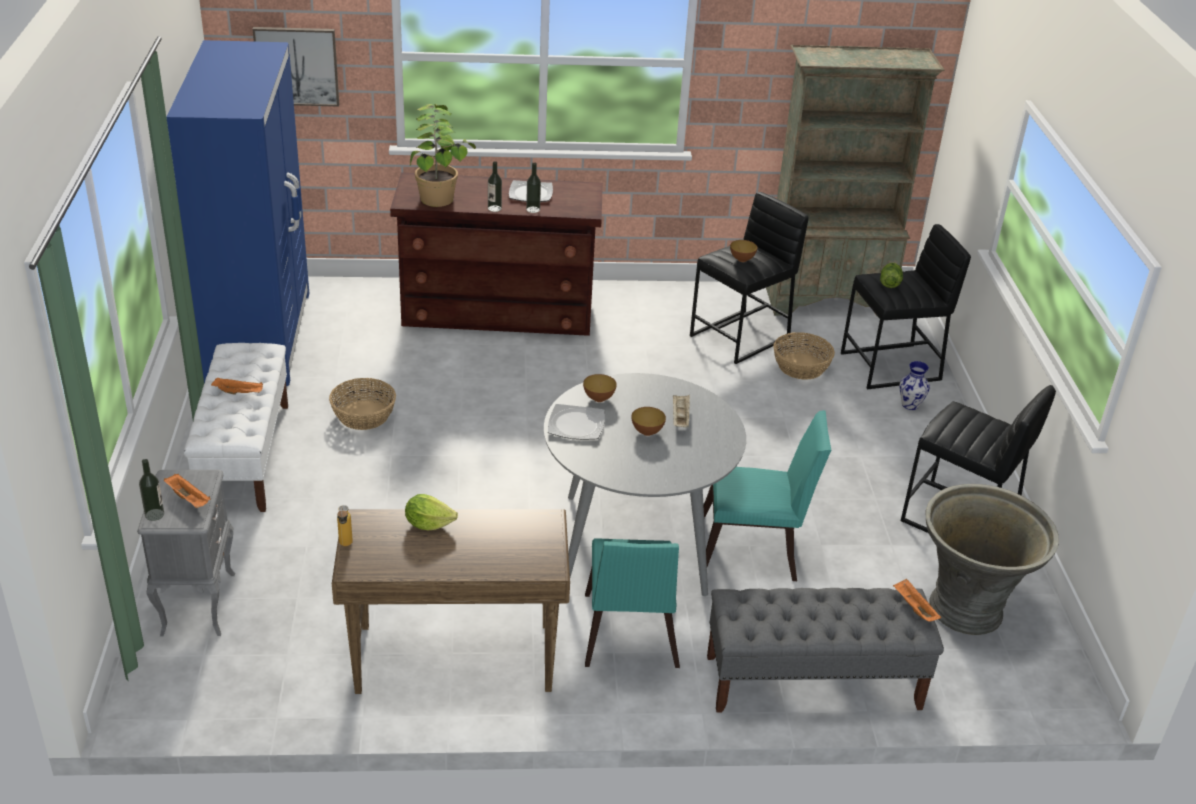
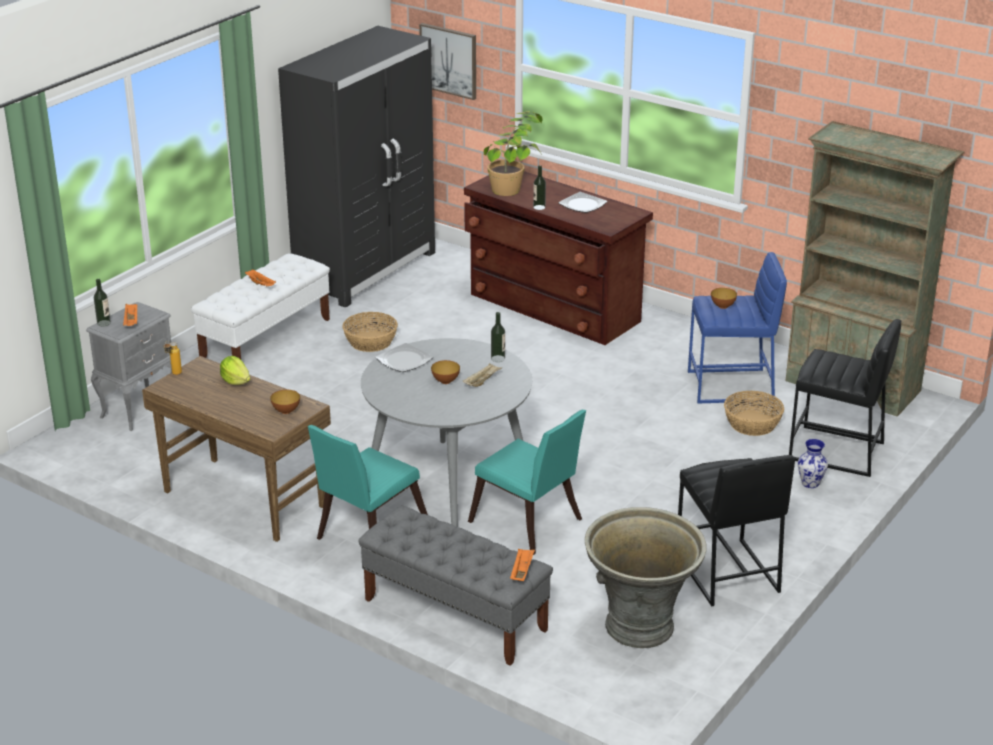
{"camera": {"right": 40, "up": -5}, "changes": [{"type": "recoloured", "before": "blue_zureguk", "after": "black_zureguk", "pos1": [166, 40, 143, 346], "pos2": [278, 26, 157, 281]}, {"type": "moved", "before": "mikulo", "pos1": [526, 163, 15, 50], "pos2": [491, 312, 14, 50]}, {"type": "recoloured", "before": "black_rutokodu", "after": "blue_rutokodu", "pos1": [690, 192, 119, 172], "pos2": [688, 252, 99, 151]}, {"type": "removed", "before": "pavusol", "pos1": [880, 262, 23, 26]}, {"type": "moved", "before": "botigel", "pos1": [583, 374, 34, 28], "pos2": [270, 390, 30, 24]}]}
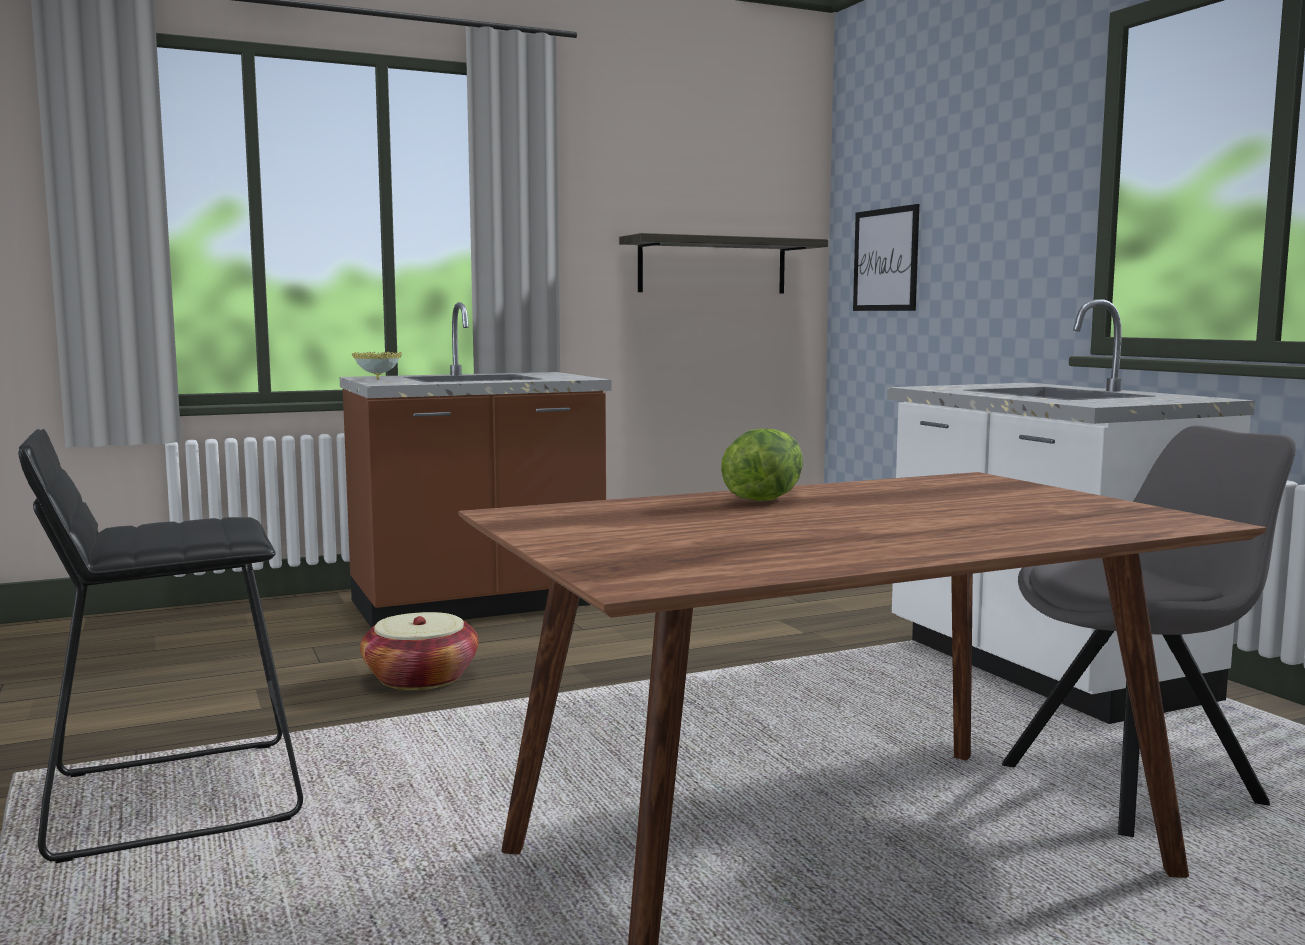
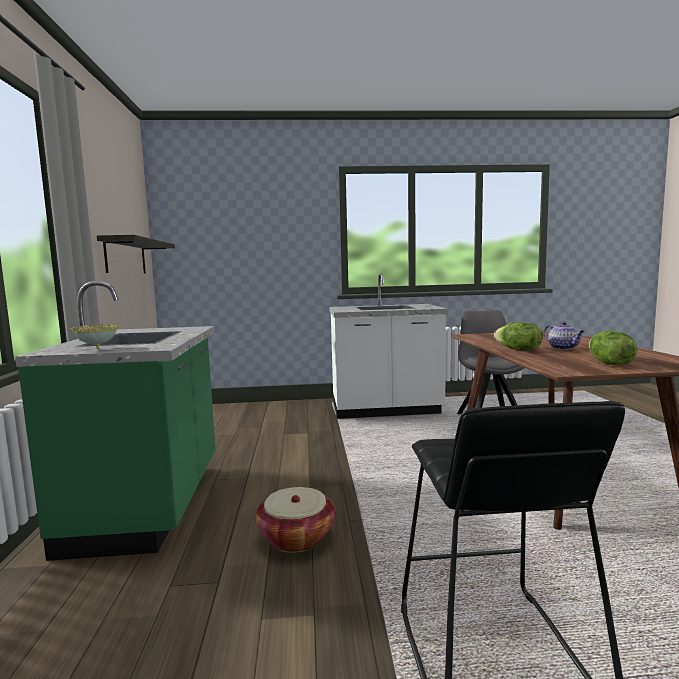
{"camera": {"right": -70, "up": 0}, "changes": [{"type": "removed", "before": "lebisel", "pos1": [853, 204, 66, 107]}, {"type": "recoloured", "before": "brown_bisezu", "after": "green_bisezu", "pos1": [340, 302, 272, 326], "pos2": [15, 281, 201, 280]}, {"type": "added", "after": "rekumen", "pos2": [544, 322, 41, 28]}, {"type": "added", "after": "pavusol", "pos2": [589, 331, 48, 34]}]}
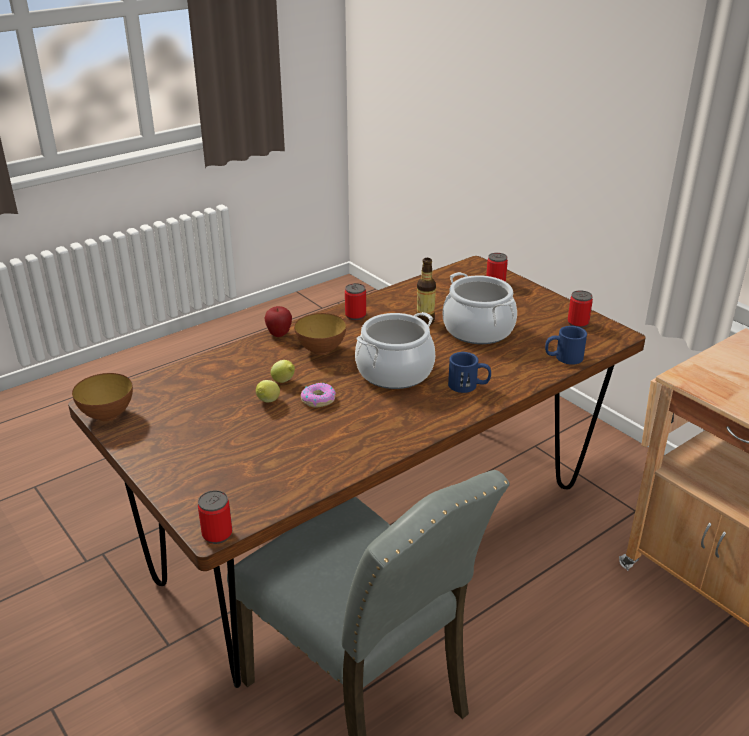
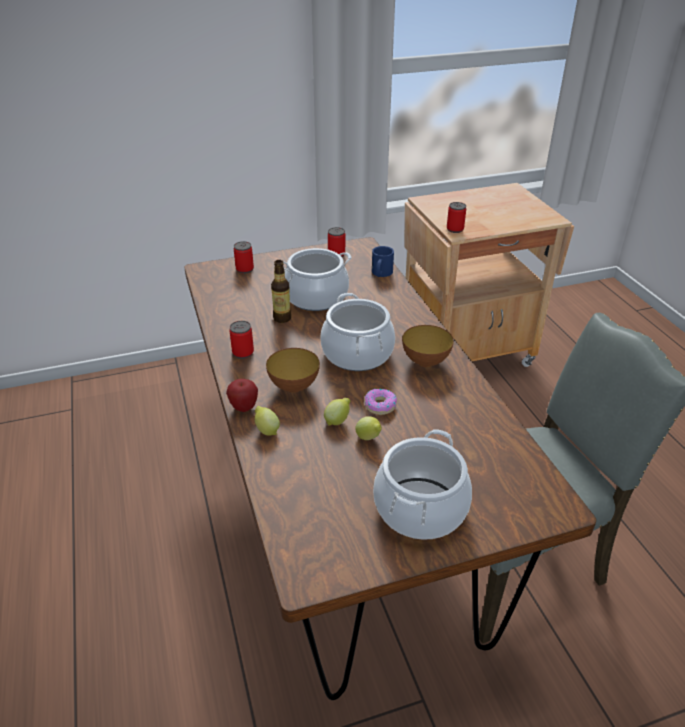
{"camera": {"right": -70, "up": 5}, "changes": [{"type": "removed", "before": "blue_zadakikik", "pos1": [448, 352, 43, 41]}, {"type": "moved", "before": "botigel", "pos1": [72, 373, 61, 48], "pos2": [402, 325, 52, 42]}, {"type": "moved", "before": "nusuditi", "pos1": [198, 490, 34, 54], "pos2": [447, 202, 19, 31]}, {"type": "added", "after": "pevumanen", "pos2": [255, 406, 25, 30]}, {"type": "added", "after": "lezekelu", "pos2": [373, 429, 99, 111]}]}
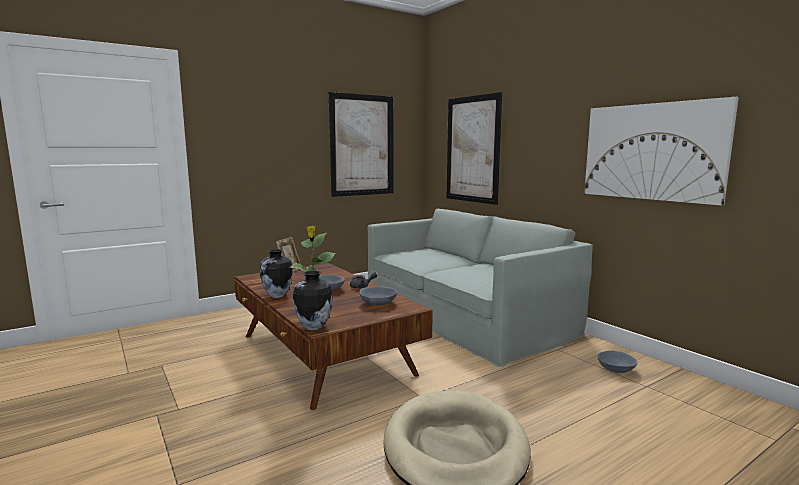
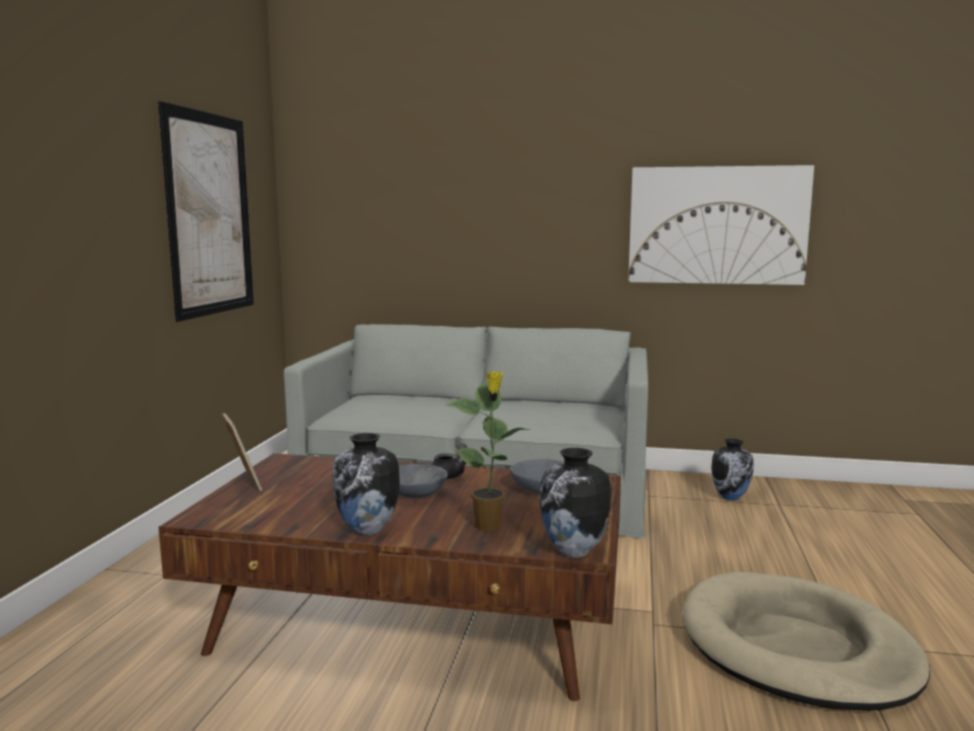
{"camera": {"right": -45, "up": 0}, "changes": [{"type": "removed", "before": "lebisel", "pos1": [446, 92, 56, 113]}, {"type": "replaced", "before": "grey_botigel", "after": "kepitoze", "pos1": [598, 351, 39, 22], "pos2": [711, 438, 43, 63]}]}
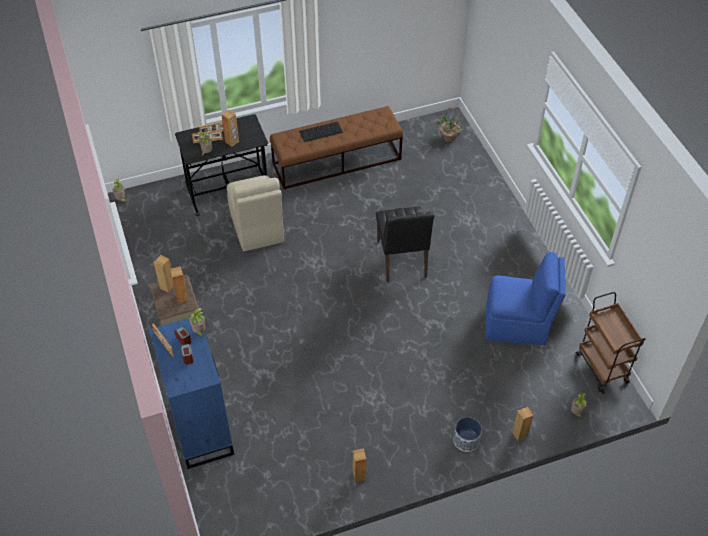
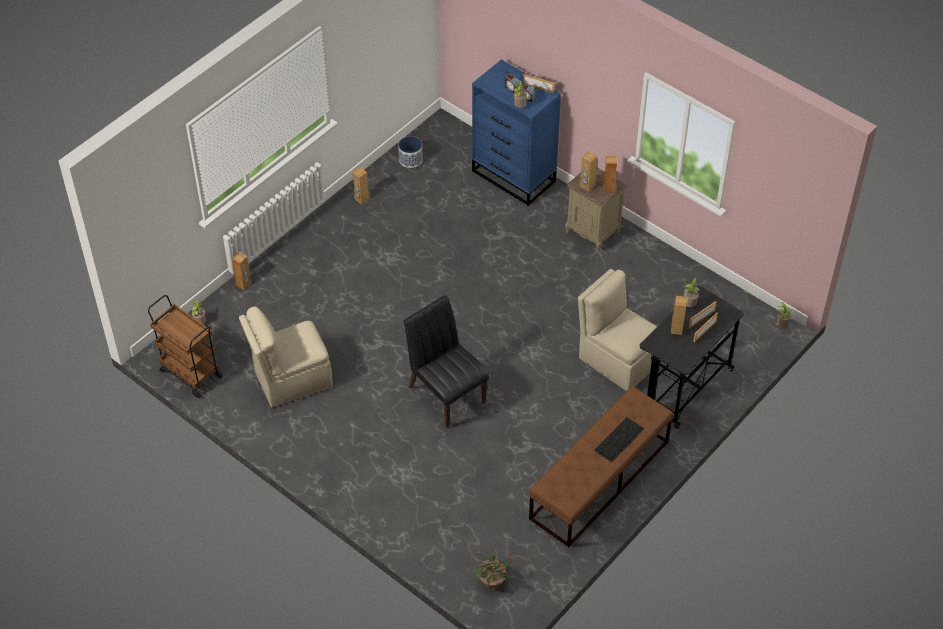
{"camera": {"right": 150, "up": 0}, "changes": [{"type": "recoloured", "before": "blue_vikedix", "after": "beige_vikedix", "pos1": [485, 252, 81, 93], "pos2": [239, 307, 93, 101]}, {"type": "moved", "before": "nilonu", "pos1": [453, 417, 29, 35], "pos2": [398, 136, 25, 32]}]}
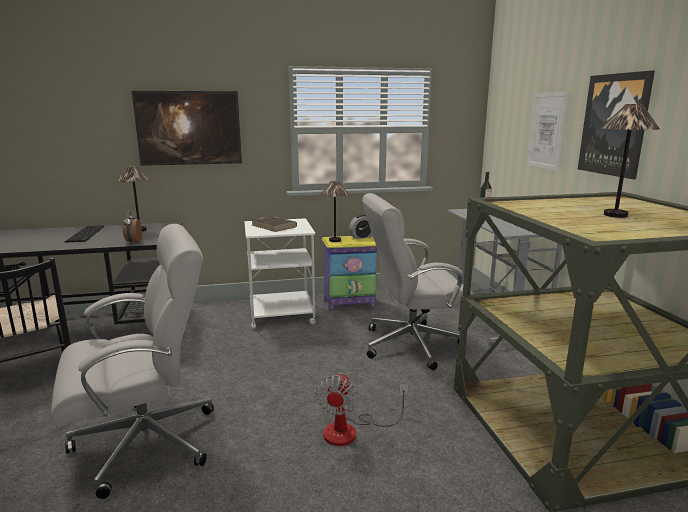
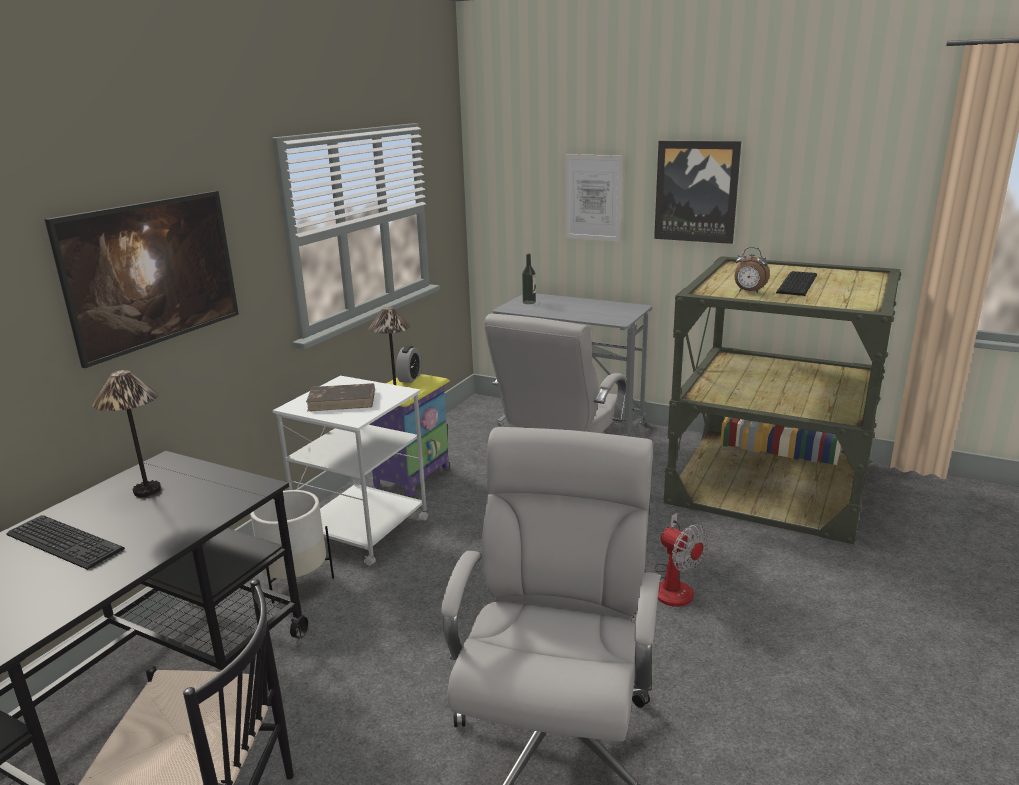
{"camera": {"right": -50, "up": 5}, "changes": [{"type": "replaced", "before": "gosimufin", "after": "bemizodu", "pos1": [602, 104, 58, 114], "pos2": [776, 271, 41, 25]}, {"type": "moved", "before": "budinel", "pos1": [123, 211, 19, 33], "pos2": [735, 247, 35, 46]}, {"type": "added", "after": "white_nilonu", "pos2": [250, 490, 84, 113]}]}
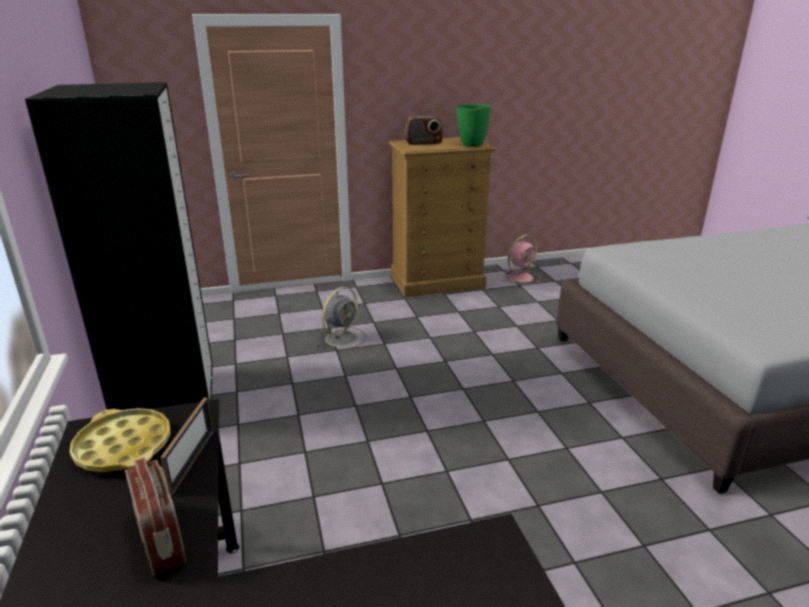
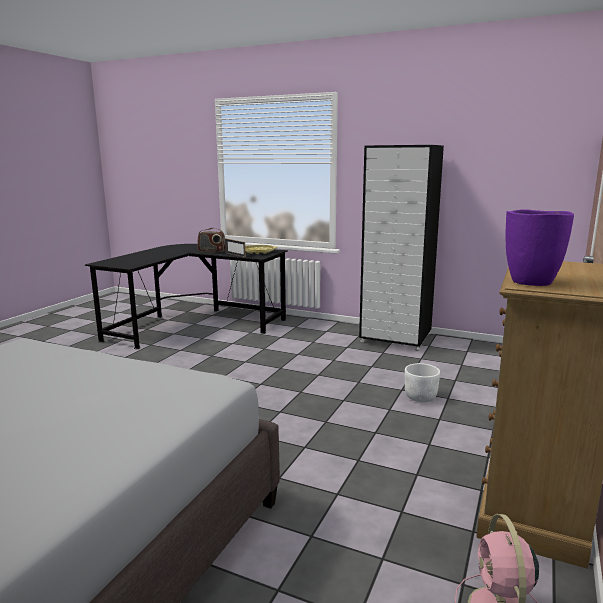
{"camera": {"right": 130, "up": -10}, "changes": [{"type": "recoloured", "before": "green_kepitoze", "after": "purple_kepitoze", "pos1": [457, 104, 33, 43], "pos2": [506, 209, 68, 77]}, {"type": "removed", "before": "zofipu", "pos1": [405, 111, 38, 34]}, {"type": "replaced", "before": "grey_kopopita", "after": "white_nilonu", "pos1": [317, 287, 49, 63], "pos2": [405, 363, 35, 39]}]}
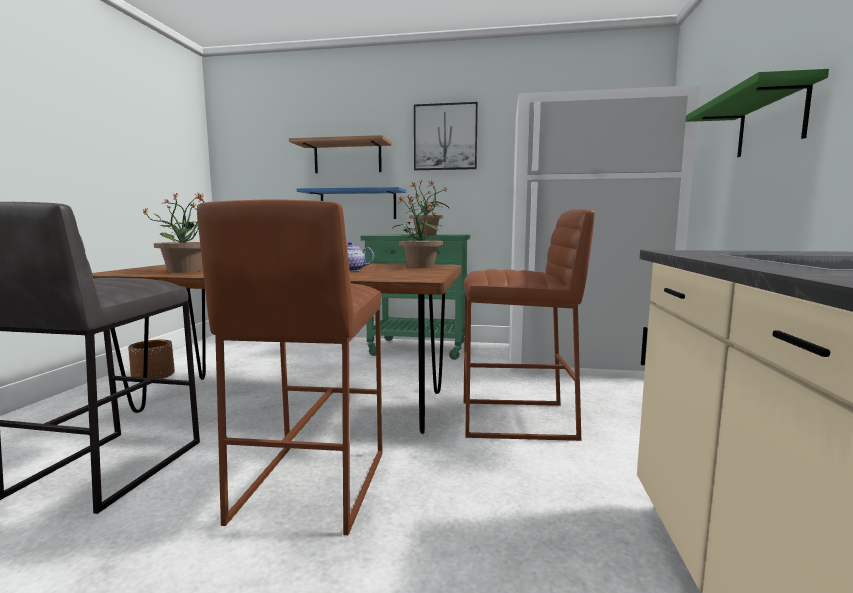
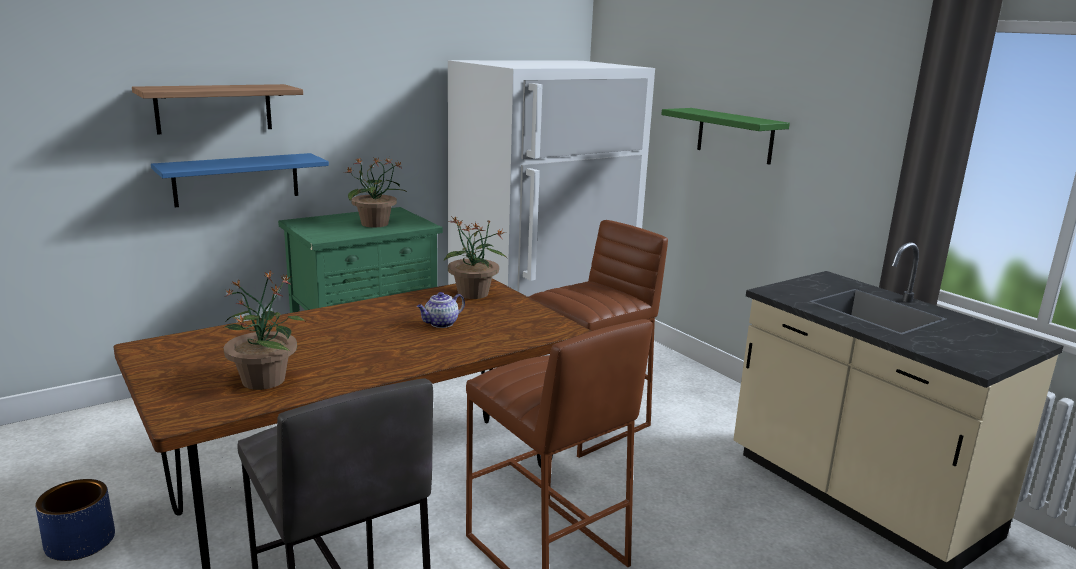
{"camera": {"right": -45, "up": 10}, "changes": [{"type": "removed", "before": "lebisel", "pos1": [414, 102, 64, 68]}, {"type": "recoloured", "before": "brown_nilonu", "after": "blue_nilonu", "pos1": [128, 340, 47, 39], "pos2": [35, 479, 80, 82]}]}
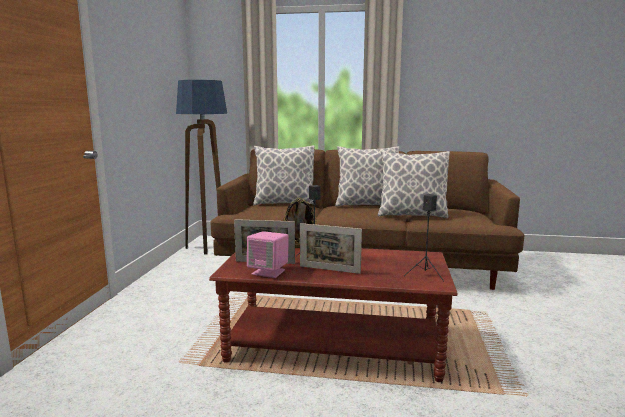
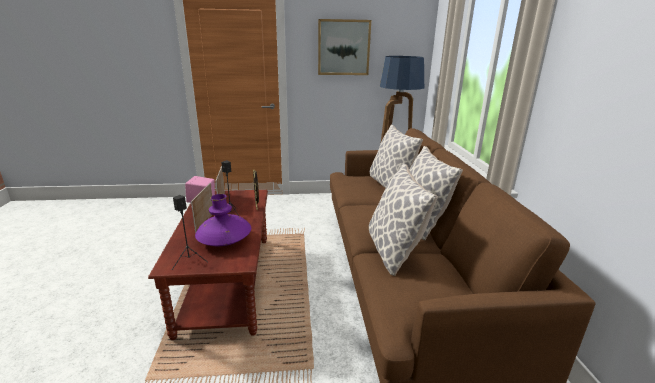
{"camera": {"right": 75, "up": 10}, "changes": [{"type": "added", "after": "lebisel", "pos2": [318, 19, 53, 56]}, {"type": "added", "after": "purple_kepitoze", "pos2": [195, 194, 56, 52]}]}
